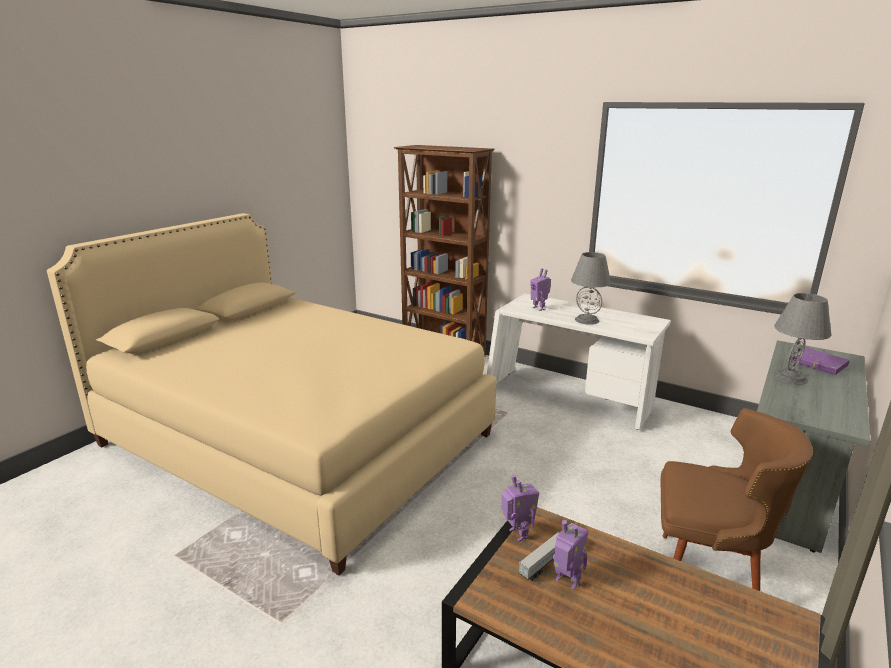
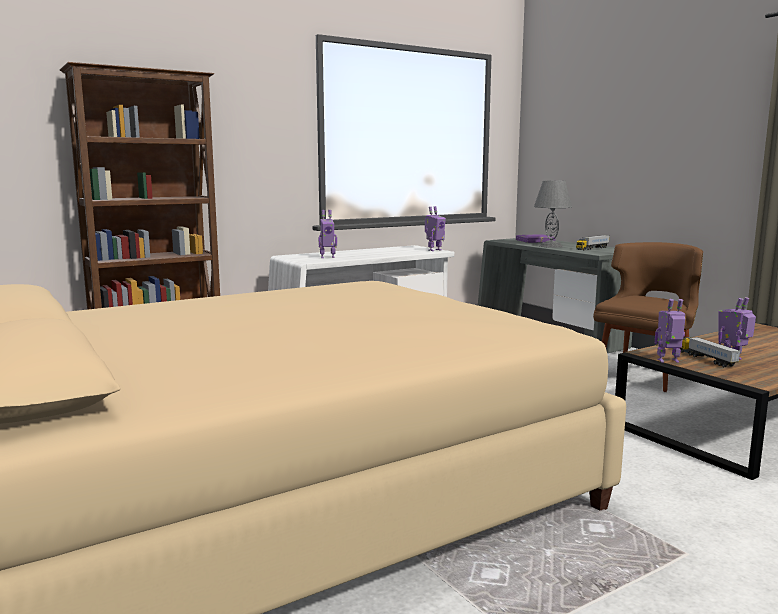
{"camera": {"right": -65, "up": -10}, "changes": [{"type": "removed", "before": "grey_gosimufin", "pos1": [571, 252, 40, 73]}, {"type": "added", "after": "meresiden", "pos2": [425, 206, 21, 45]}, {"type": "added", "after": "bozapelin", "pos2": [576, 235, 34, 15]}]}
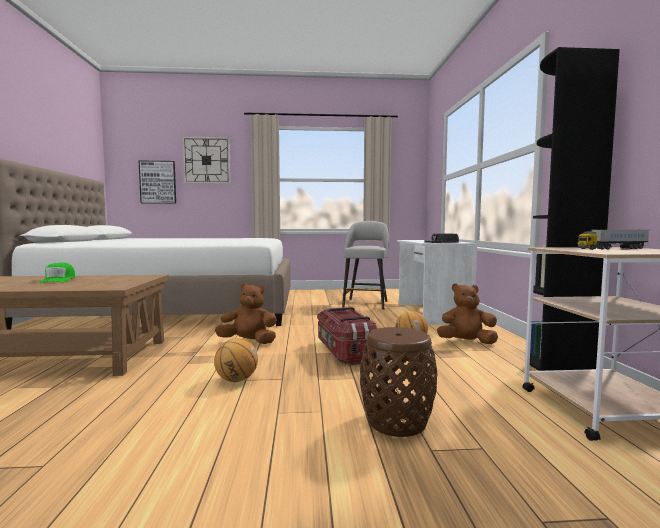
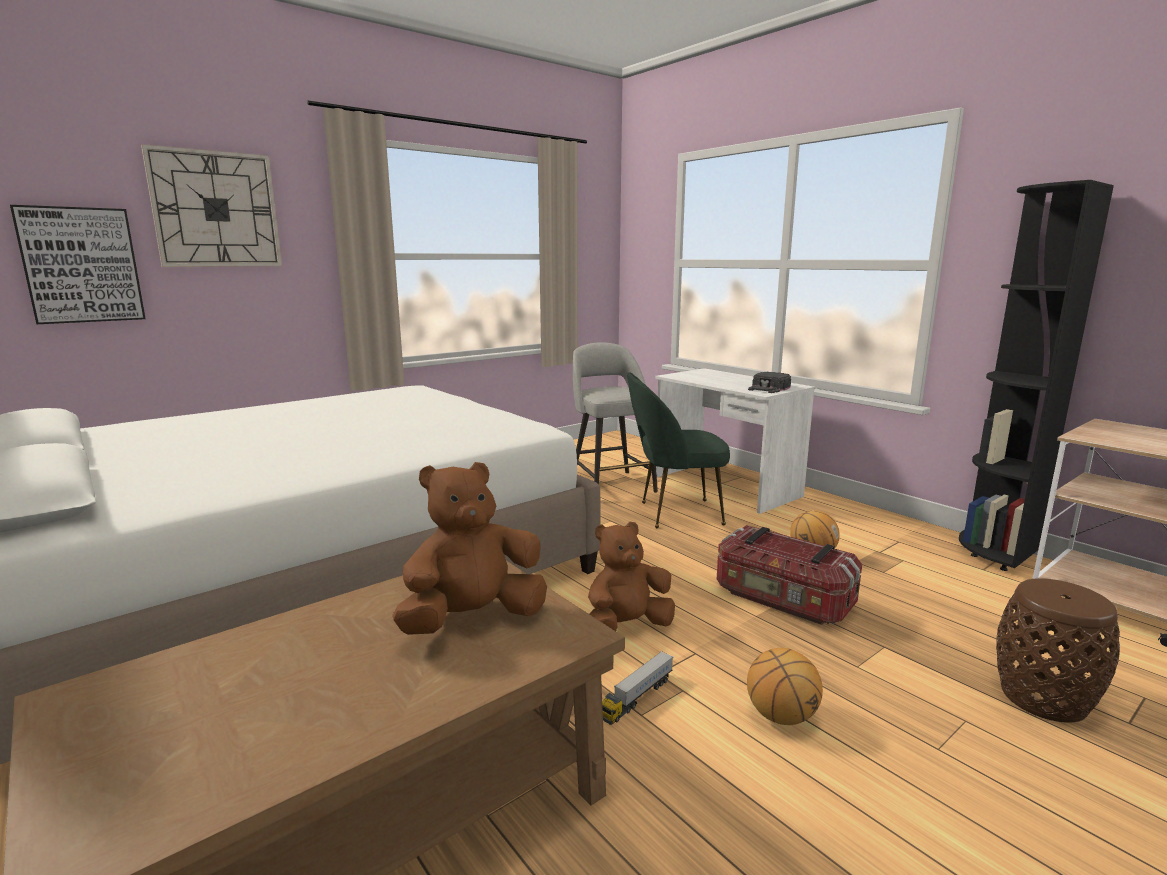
{"camera": {"right": -35, "up": 10}, "changes": [{"type": "moved", "before": "bozapelin", "pos1": [577, 229, 73, 21], "pos2": [602, 651, 71, 74]}, {"type": "removed", "before": "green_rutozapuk", "pos1": [39, 263, 36, 20]}, {"type": "moved", "before": "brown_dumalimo", "pos1": [437, 283, 61, 61], "pos2": [392, 462, 155, 173]}, {"type": "added", "after": "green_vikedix", "pos2": [627, 372, 103, 156]}]}
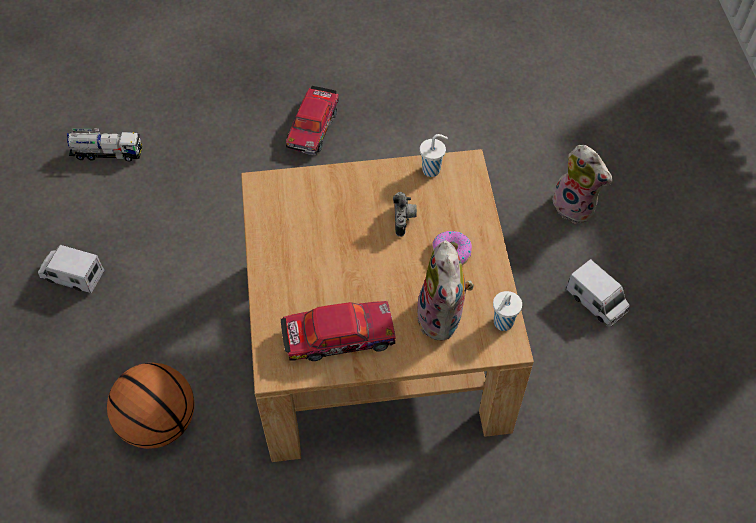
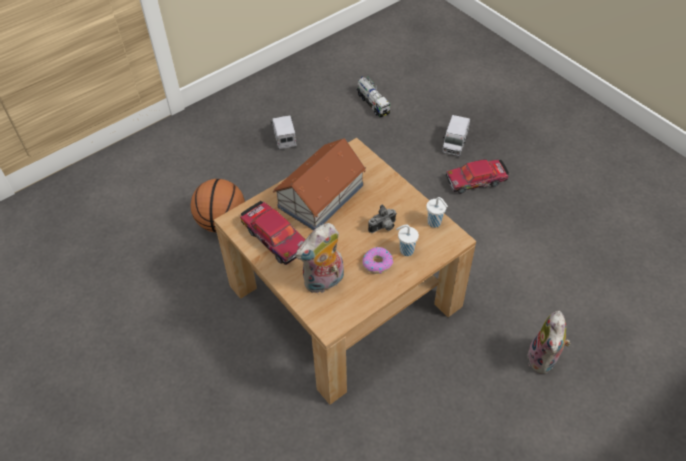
{"camera": {"right": 60, "up": -5}, "changes": [{"type": "moved", "before": "bozapelin", "pos1": [566, 259, 64, 68], "pos2": [442, 115, 28, 41]}, {"type": "moved", "before": "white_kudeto", "pos1": [493, 291, 29, 40], "pos2": [396, 225, 23, 31]}, {"type": "added", "after": "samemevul", "pos2": [273, 138, 93, 92]}]}
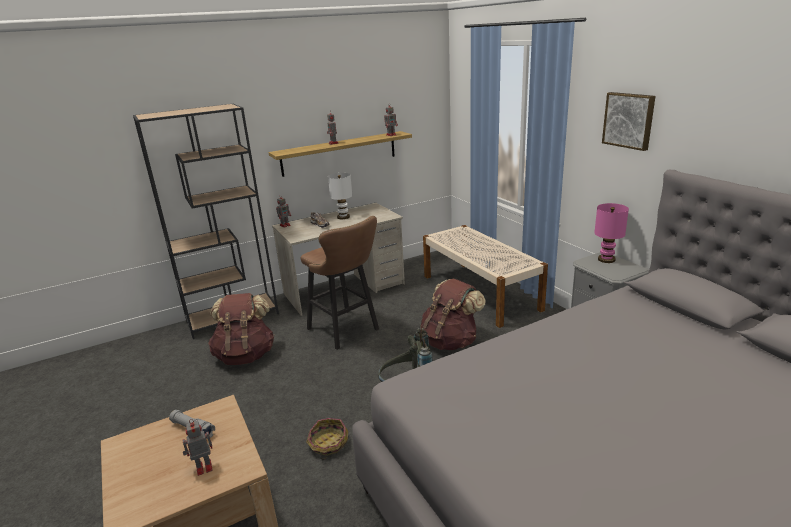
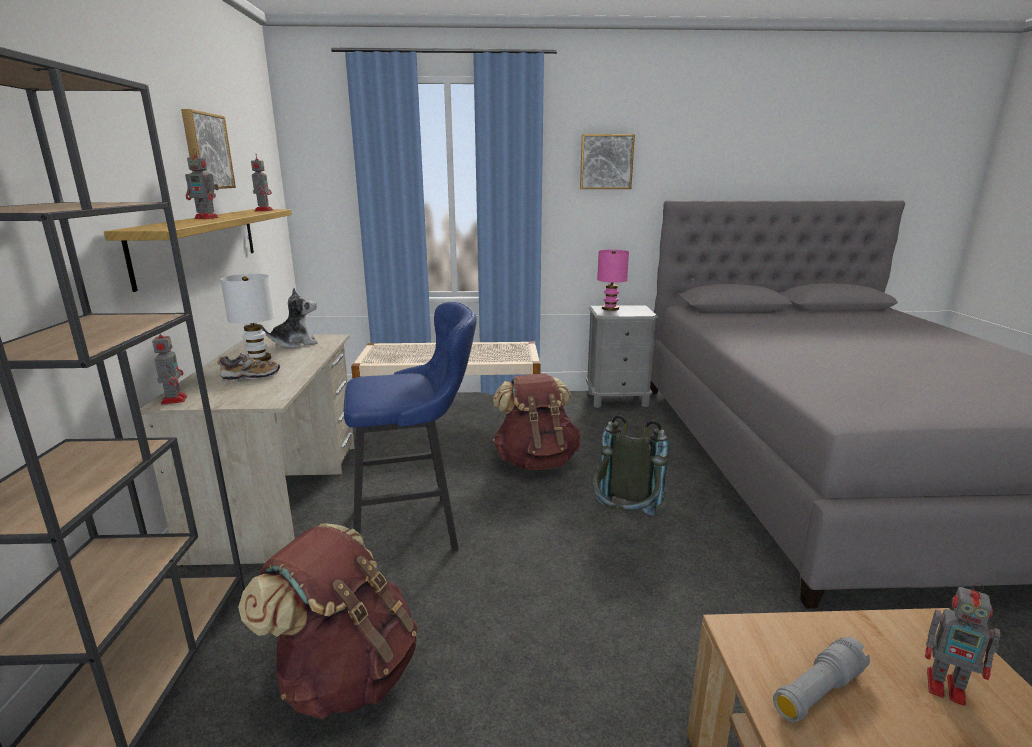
{"camera": {"right": -65, "up": -5}, "changes": [{"type": "recoloured", "before": "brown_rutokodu", "after": "blue_rutokodu", "pos1": [301, 216, 78, 134], "pos2": [344, 302, 133, 249]}, {"type": "removed", "before": "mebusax", "pos1": [307, 418, 41, 42]}, {"type": "turned", "before": "meresiden", "pos1": [183, 419, 30, 57], "pos2": [925, 582, 76, 124], "turn": -60}, {"type": "added", "after": "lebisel", "pos2": [181, 109, 55, 80]}, {"type": "added", "after": "dumalimo", "pos2": [262, 288, 56, 60]}]}
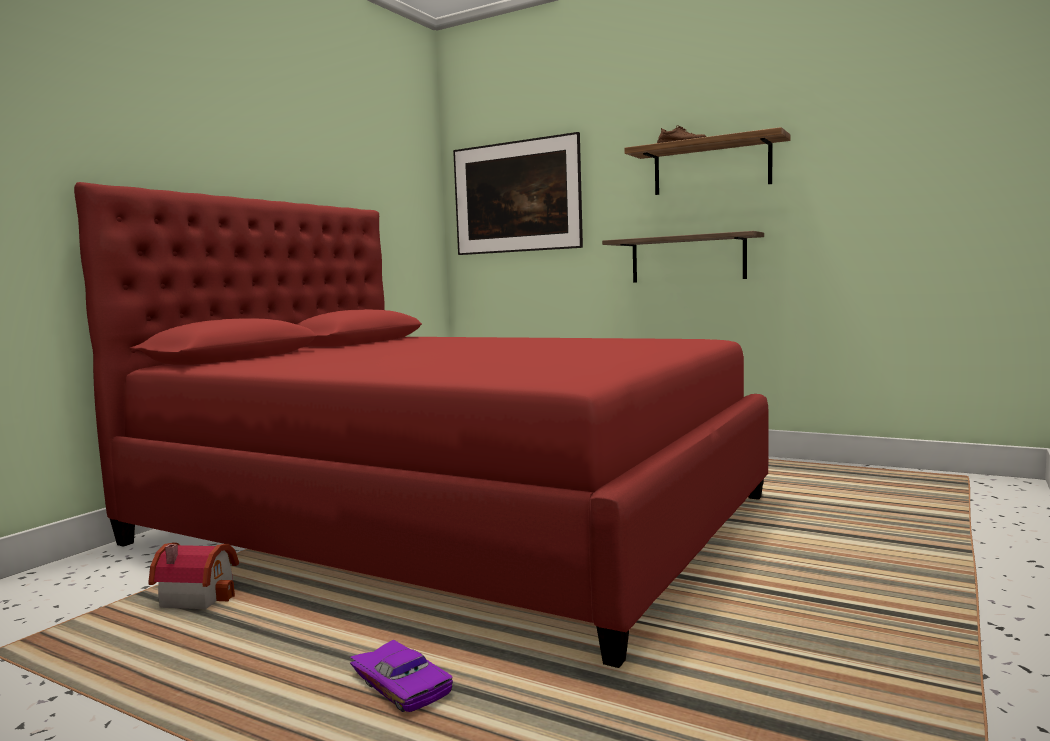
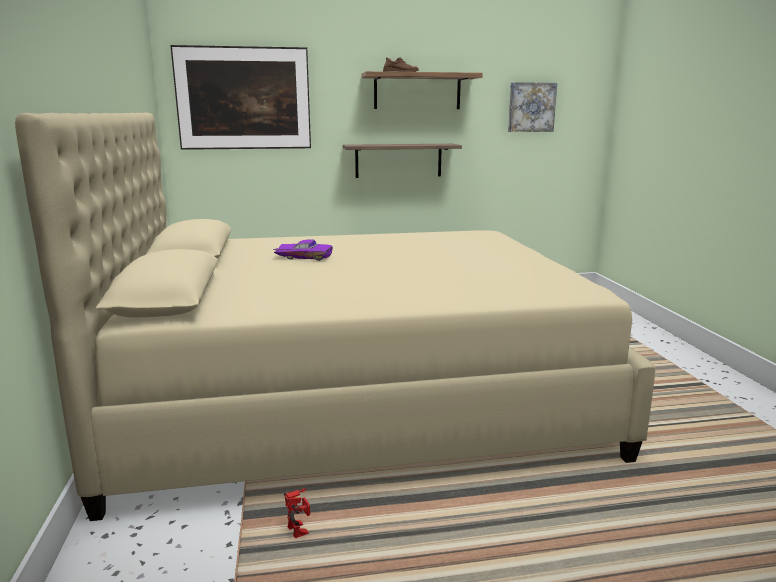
{"camera": {"right": -40, "up": 10}, "changes": [{"type": "recoloured", "before": "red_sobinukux", "after": "beige_sobinukux", "pos1": [74, 182, 695, 486], "pos2": [15, 113, 641, 408]}, {"type": "replaced", "before": "samemevul", "after": "meresiden", "pos1": [148, 543, 91, 66], "pos2": [284, 489, 26, 49]}, {"type": "moved", "before": "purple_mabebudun", "pos1": [350, 640, 103, 72], "pos2": [273, 239, 60, 22]}, {"type": "added", "after": "lebisel", "pos2": [508, 82, 49, 50]}]}
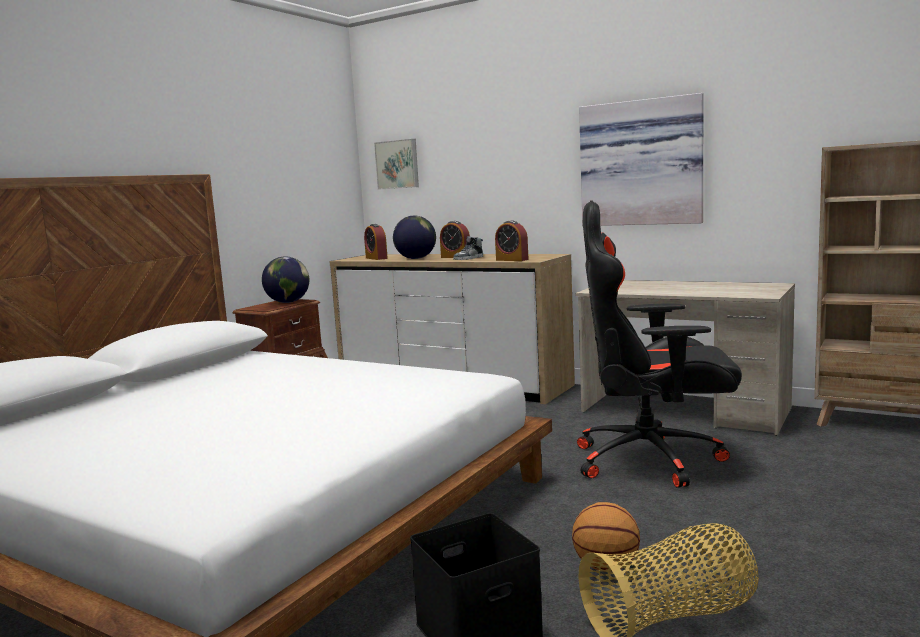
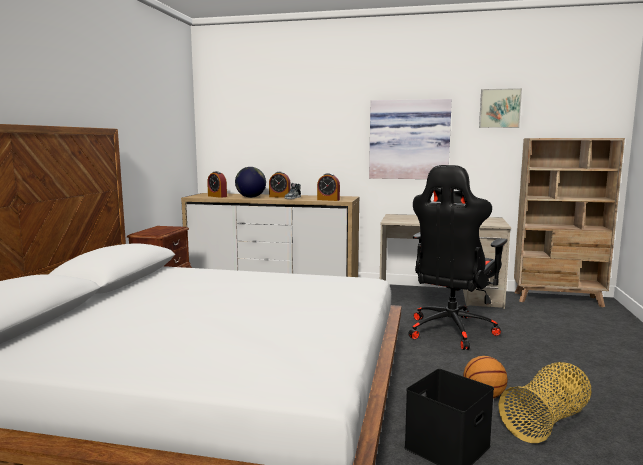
{"camera": {"right": -20, "up": 0}, "changes": [{"type": "moved", "before": "lebisel", "pos1": [374, 139, 45, 51], "pos2": [479, 88, 43, 40]}, {"type": "turned", "before": "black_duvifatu", "pos1": [577, 200, 165, 288], "pos2": [408, 165, 99, 185], "turn": -45}, {"type": "removed", "before": "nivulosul", "pos1": [262, 256, 47, 47]}]}
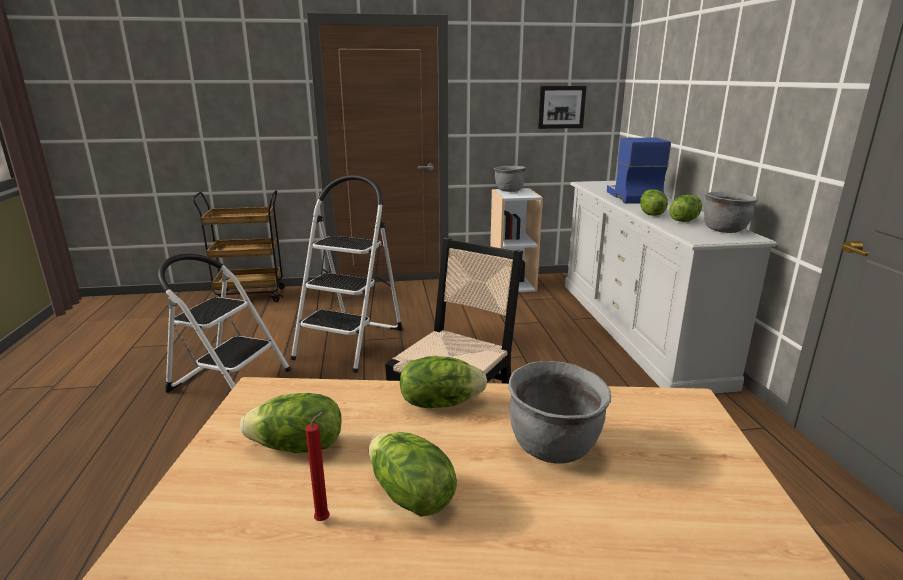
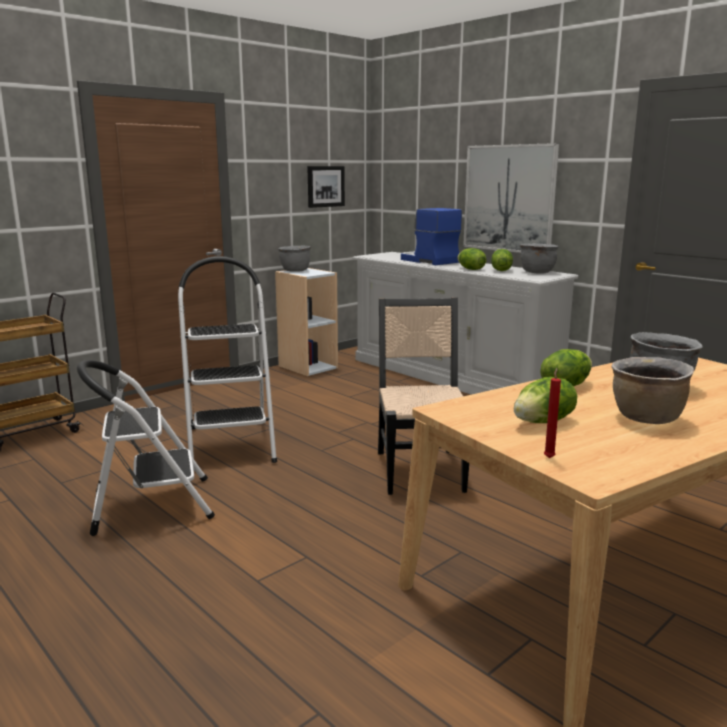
{"camera": {"right": -35, "up": -5}, "changes": [{"type": "moved", "before": "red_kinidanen", "pos1": [305, 411, 25, 110], "pos2": [544, 368, 17, 90]}, {"type": "replaced", "before": "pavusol", "after": "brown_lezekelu", "pos1": [369, 432, 88, 85], "pos2": [612, 357, 82, 67]}, {"type": "added", "after": "lebisel", "pos2": [463, 143, 96, 110]}]}
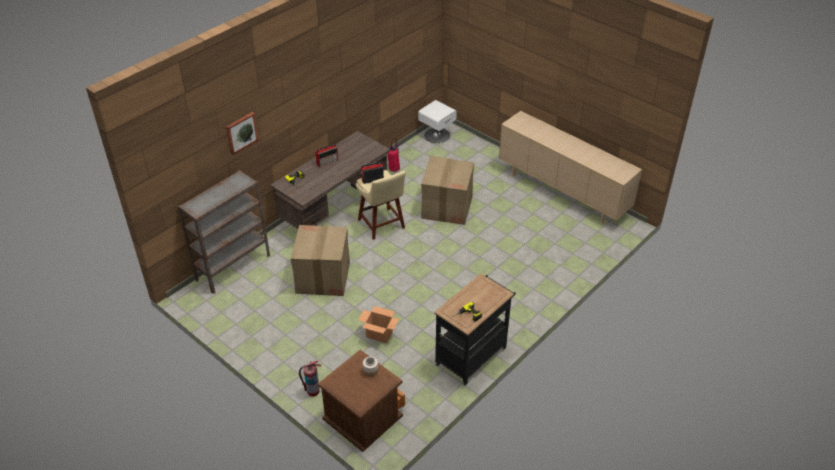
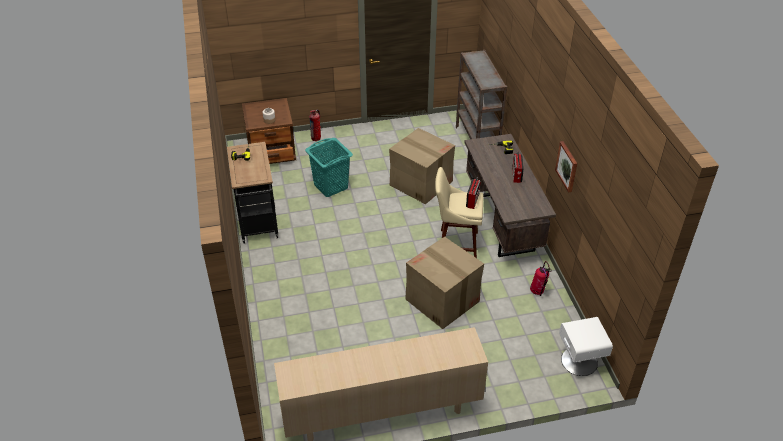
{"camera": {"right": 125, "up": 0}, "changes": [{"type": "moved", "before": "lebisel", "pos1": [226, 112, 33, 43], "pos2": [555, 141, 22, 52]}, {"type": "replaced", "before": "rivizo", "after": "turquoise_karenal", "pos1": [358, 306, 41, 37], "pos2": [305, 138, 48, 59]}]}
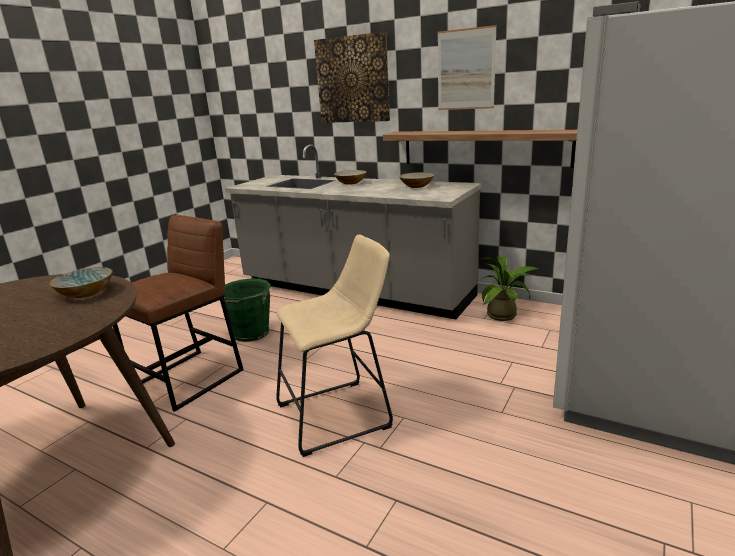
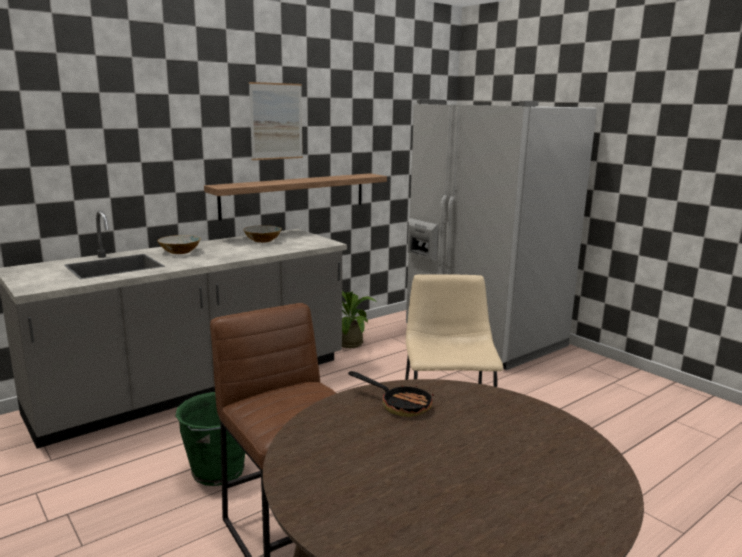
{"camera": {"right": -70, "up": -5}, "changes": [{"type": "removed", "before": "lebisel", "pos1": [314, 32, 76, 91]}, {"type": "replaced", "before": "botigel", "after": "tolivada", "pos1": [49, 267, 64, 31], "pos2": [348, 371, 86, 46]}]}
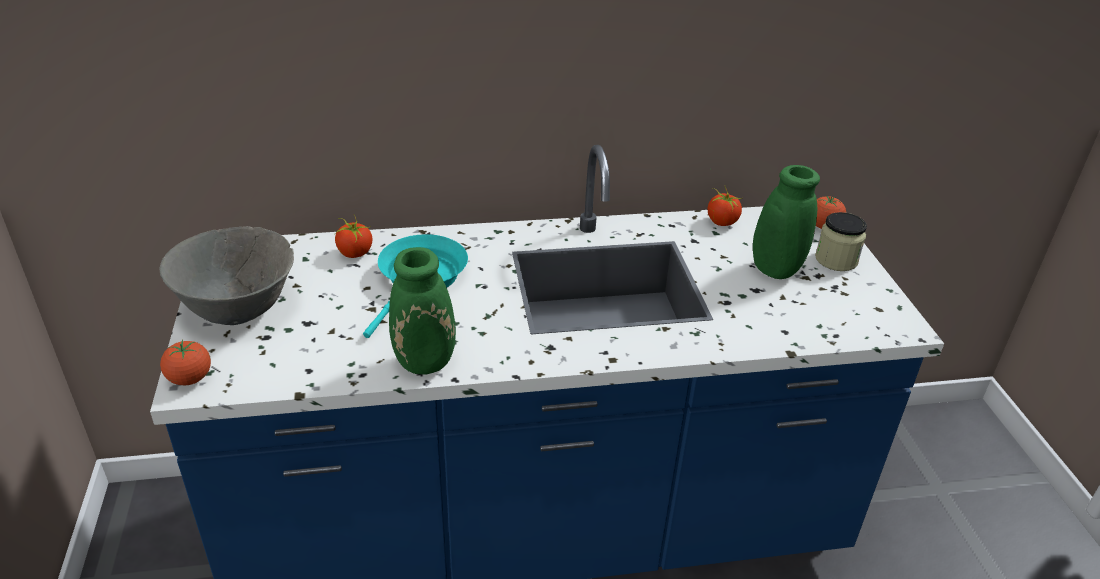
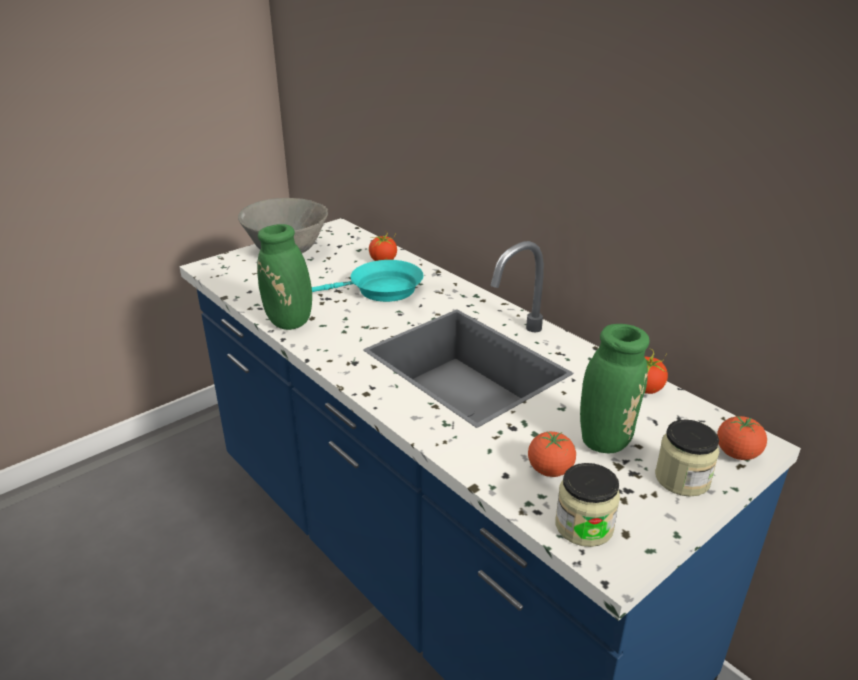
{"camera": {"right": 60, "up": -5}, "changes": [{"type": "moved", "before": "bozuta", "pos1": [160, 339, 51, 47], "pos2": [528, 431, 48, 46]}, {"type": "added", "after": "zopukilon", "pos2": [555, 463, 65, 84]}]}
